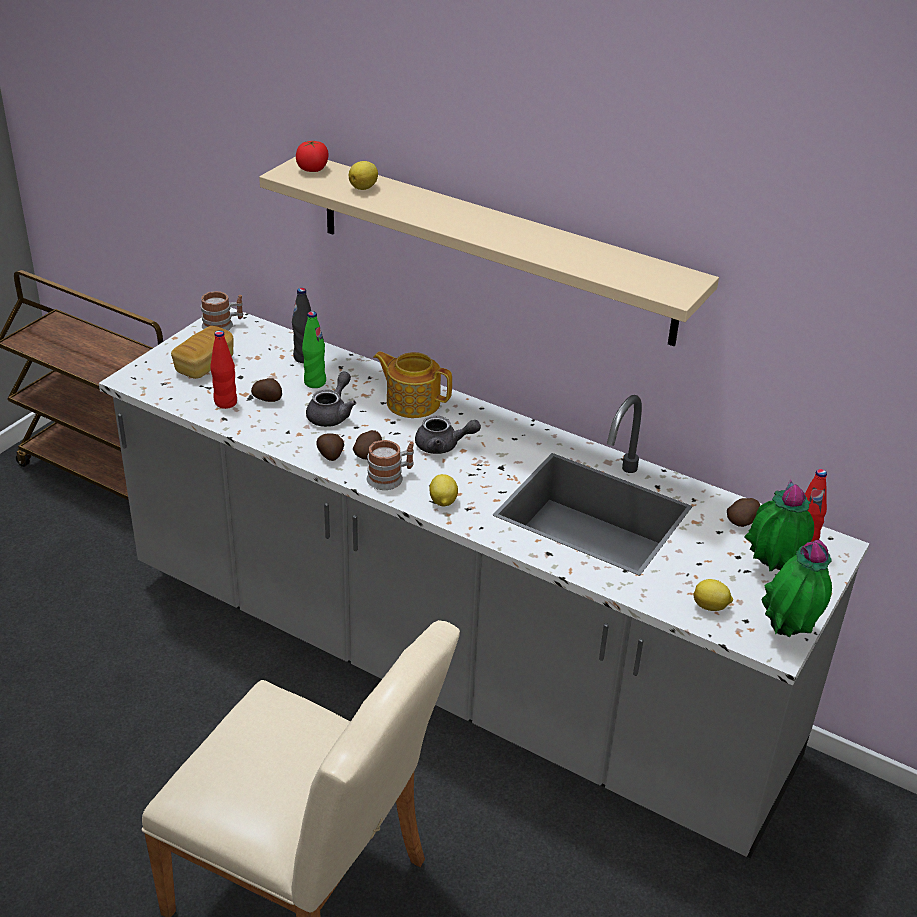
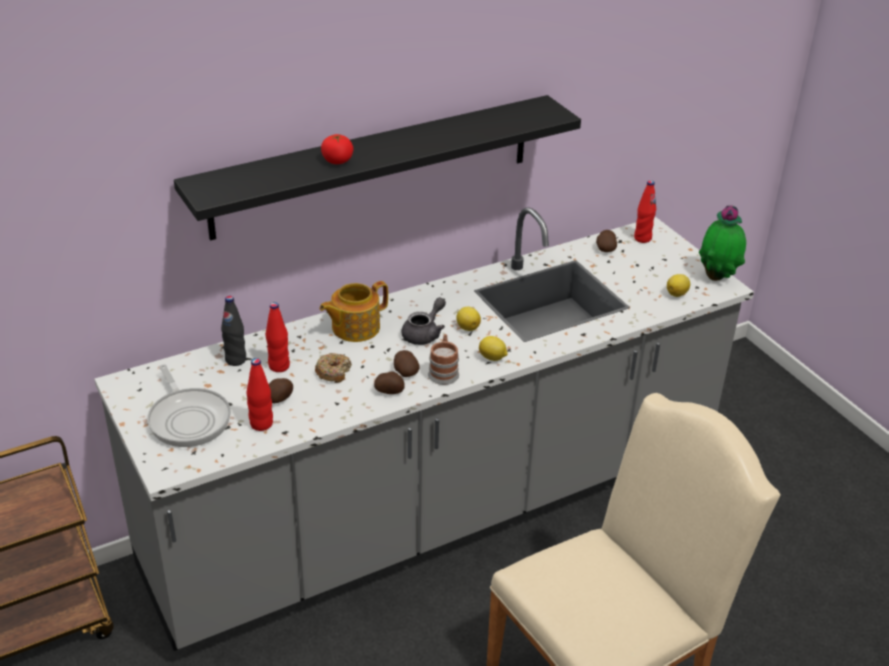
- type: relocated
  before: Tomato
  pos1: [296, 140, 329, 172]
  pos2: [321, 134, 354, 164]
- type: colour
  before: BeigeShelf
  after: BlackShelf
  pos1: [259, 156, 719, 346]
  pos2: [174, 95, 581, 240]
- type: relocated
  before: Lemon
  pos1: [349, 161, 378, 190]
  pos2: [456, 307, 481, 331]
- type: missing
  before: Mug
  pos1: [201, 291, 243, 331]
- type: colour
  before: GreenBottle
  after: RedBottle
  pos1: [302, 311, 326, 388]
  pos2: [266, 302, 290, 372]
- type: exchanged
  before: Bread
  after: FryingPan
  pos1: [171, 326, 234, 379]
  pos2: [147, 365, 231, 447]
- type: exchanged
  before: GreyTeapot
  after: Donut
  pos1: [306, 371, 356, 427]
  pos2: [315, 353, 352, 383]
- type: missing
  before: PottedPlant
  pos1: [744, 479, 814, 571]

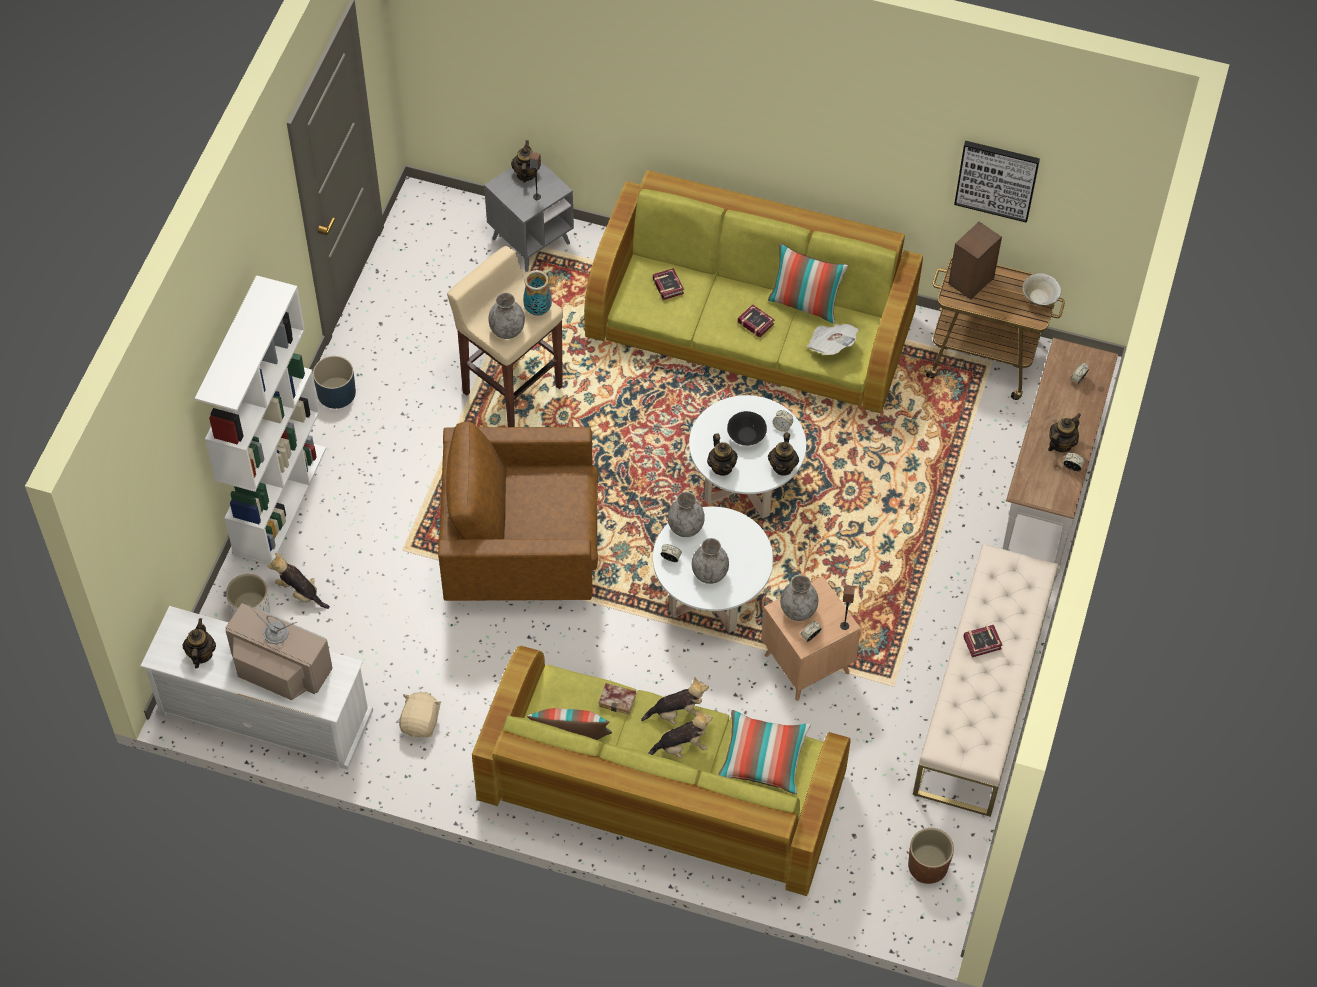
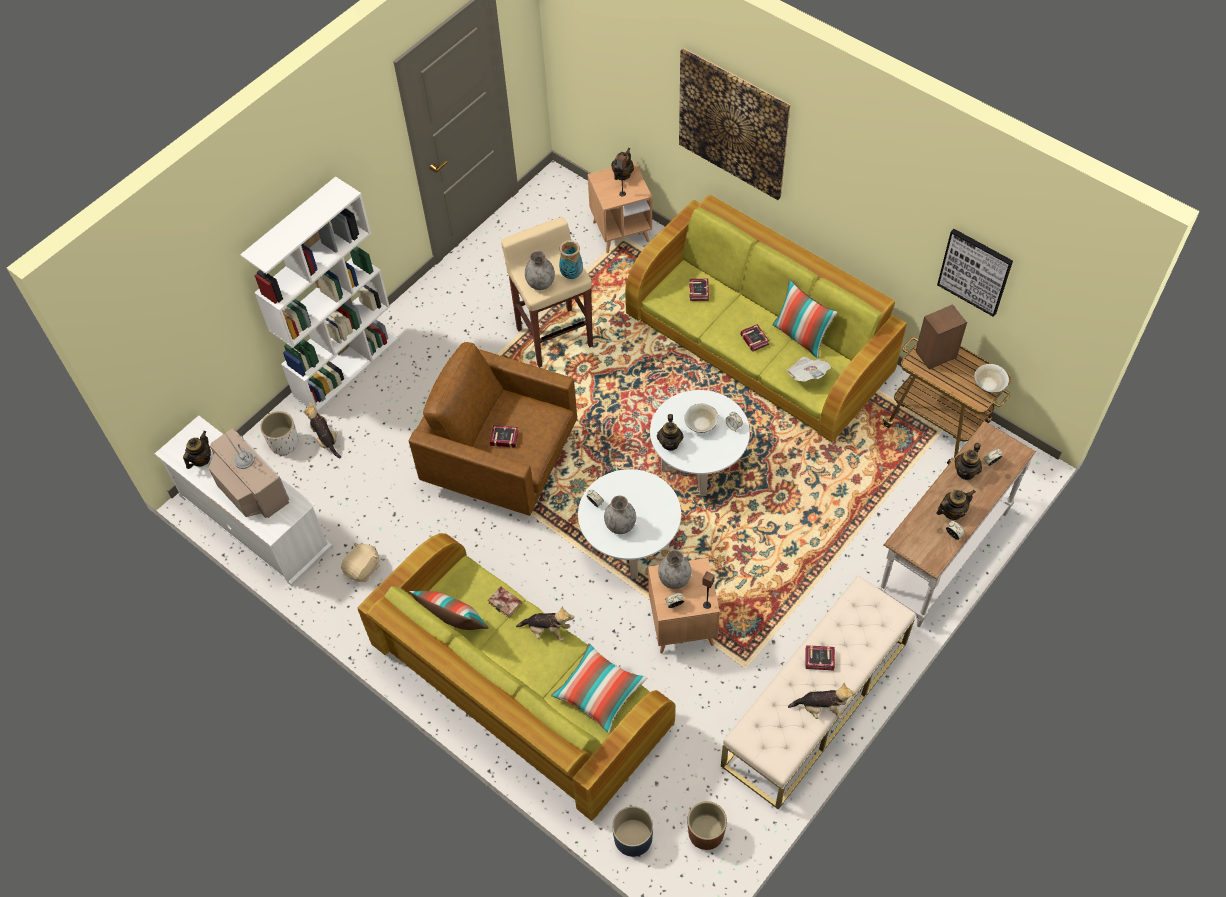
- type: colour
  before: GreySideTable
  after: BrownSideTable
  pos1: [484, 161, 574, 272]
  pos2: [587, 162, 652, 253]
- type: relocated
  before: BluePlanter
  pos1: [313, 356, 356, 409]
  pos2: [612, 807, 653, 857]
- type: colour
  before: BlackBowl
  after: BeigeBowl
  pos1: [727, 411, 767, 446]
  pos2: [684, 404, 718, 433]
- type: relocated
  before: Teapot
  pos1: [768, 432, 799, 476]
  pos2: [955, 443, 982, 480]
- type: missing
  before: GreyVase
  pos1: [668, 492, 705, 537]
- type: relocated
  before: PlushToy
  pos1: [648, 709, 713, 758]
  pos2: [788, 683, 855, 719]
- type: appeared
  after: Picture
  pos2: [679, 48, 790, 200]
- type: appeared
  after: Book
  pos2: [490, 425, 519, 448]

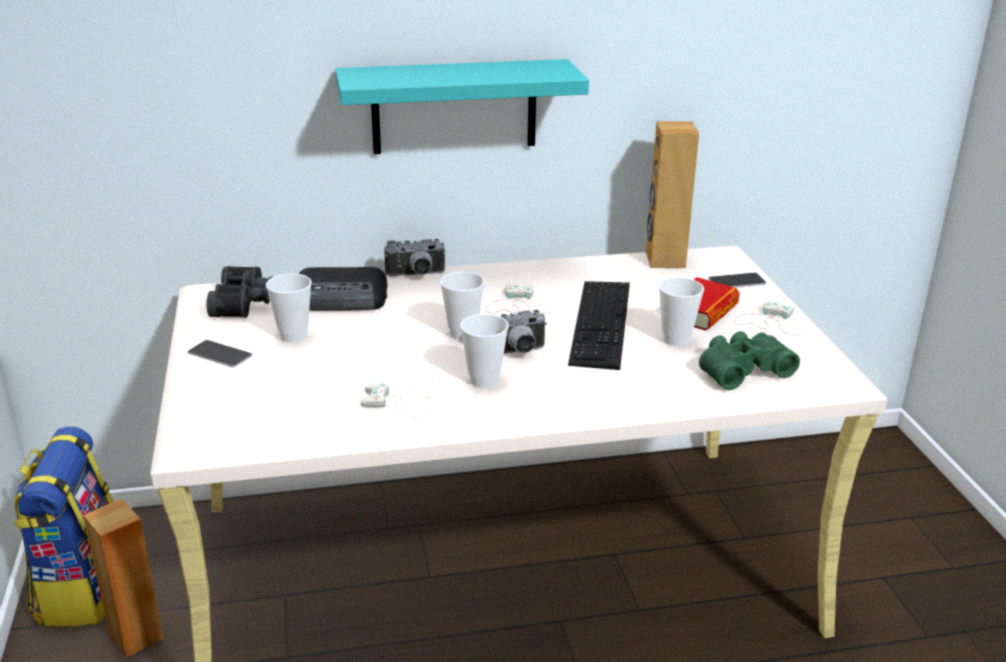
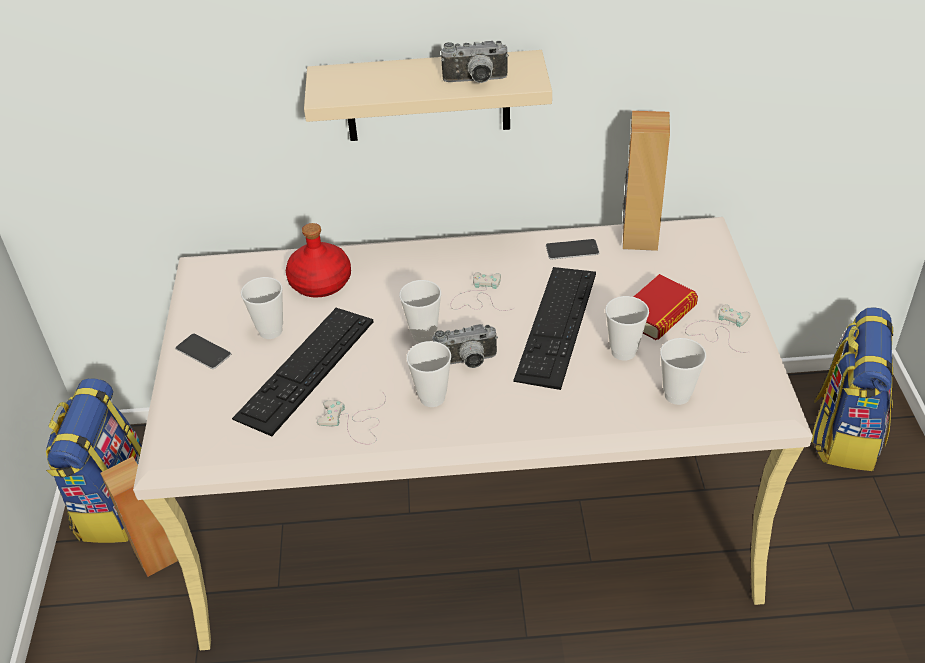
- type: colour
  before: TurquoiseShelf
  after: BeigeShelf
  pos1: [335, 59, 589, 154]
  pos2: [304, 50, 552, 141]
- type: relocated
  before: PhotoCamera
  pos1: [384, 239, 446, 276]
  pos2: [441, 41, 509, 83]
- type: missing
  before: BlackBinoculars
  pos1: [206, 266, 273, 318]
- type: exchanged
  before: Radio
  after: RedBottle
  pos1: [299, 267, 387, 311]
  pos2: [286, 223, 351, 297]
- type: relocated
  before: Phone
  pos1: [708, 273, 767, 287]
  pos2: [546, 239, 599, 259]
- type: exchanged
  before: GreenBinoculars
  after: Cup
  pos1: [699, 331, 800, 390]
  pos2: [660, 338, 706, 405]
- type: appeared
  after: Backpack
  pos2: [811, 307, 893, 471]
- type: appeared
  after: Keyboard
  pos2: [232, 308, 374, 436]

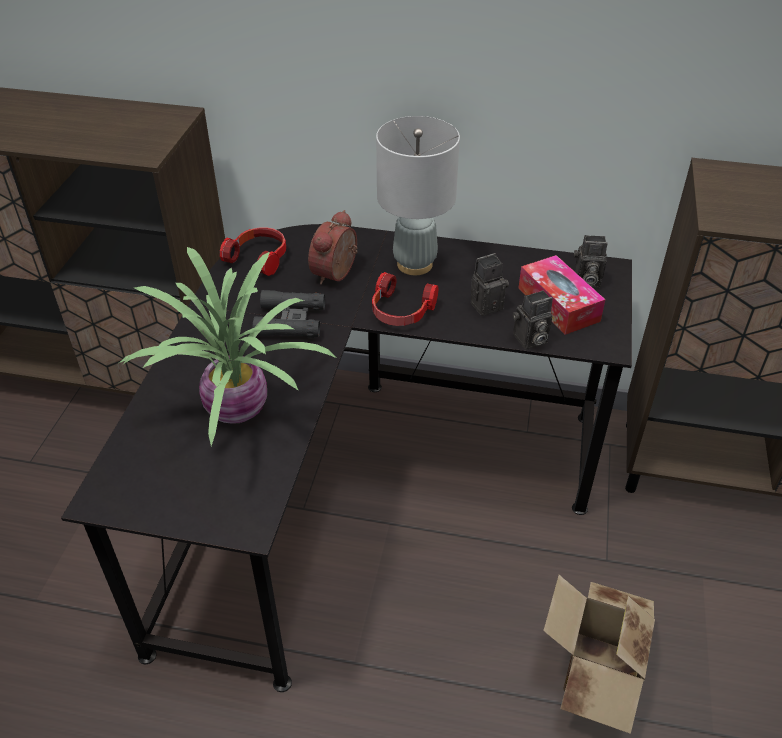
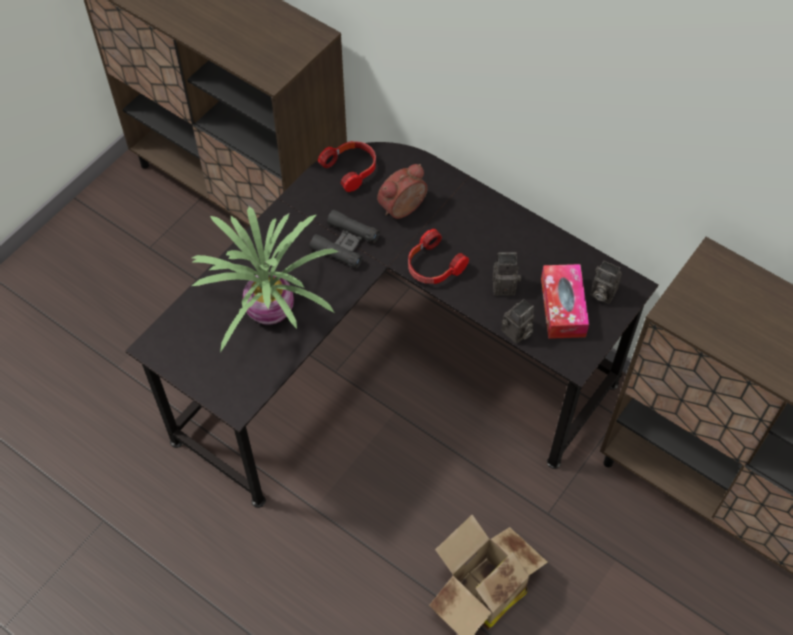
- type: missing
  before: GreyTableLamp
  pos1: [376, 116, 460, 275]
- type: spun
  before: PhotoCamera
  pos1: [513, 290, 553, 349]
  pos2: [502, 299, 534, 344]
  turn: -45

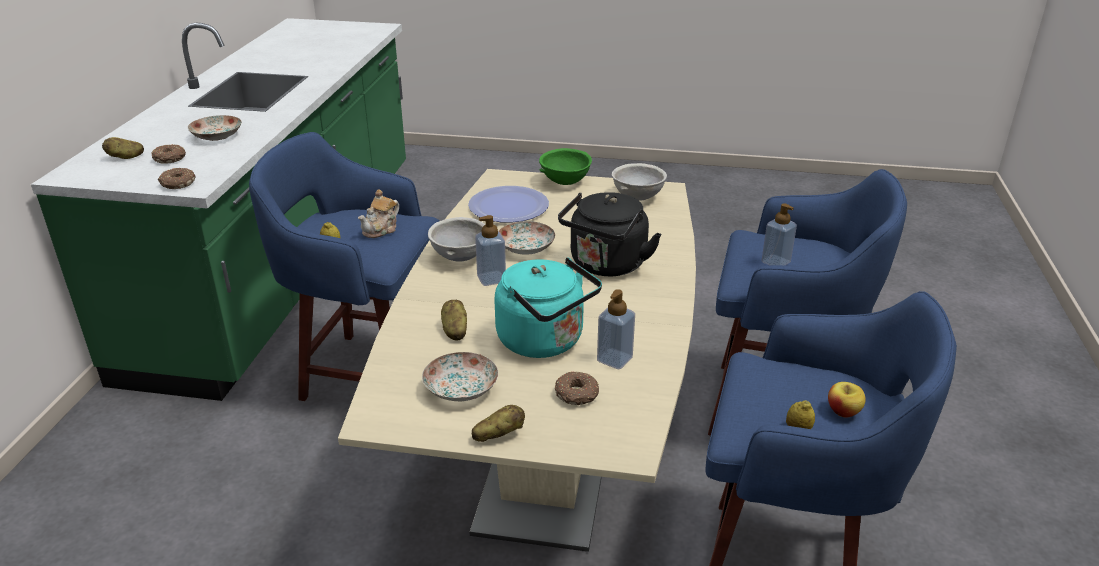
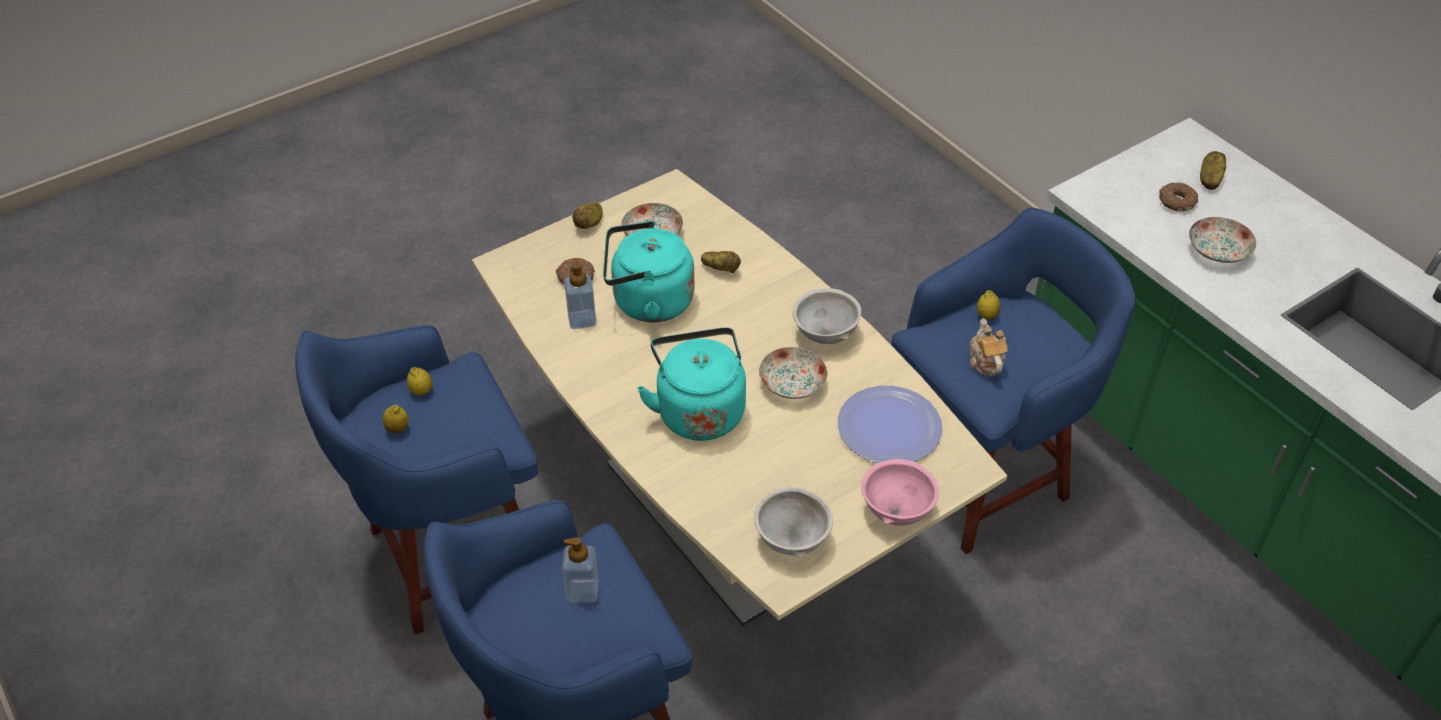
- type: colour
  before: GreenBowl
  after: PinkBowl
  pos1: [539, 148, 592, 185]
  pos2: [861, 459, 939, 526]
- type: missing
  before: Donut
  pos1: [158, 168, 195, 189]
- type: colour
  before: BlackKettle
  after: TurquoiseKettle
  pos1: [558, 192, 662, 276]
  pos2: [637, 327, 746, 441]
- type: missing
  before: SoapDispenser
  pos1: [475, 215, 506, 286]
- type: exchanged
  before: Apple
  after: Lemon
  pos1: [828, 382, 866, 418]
  pos2: [382, 405, 408, 433]

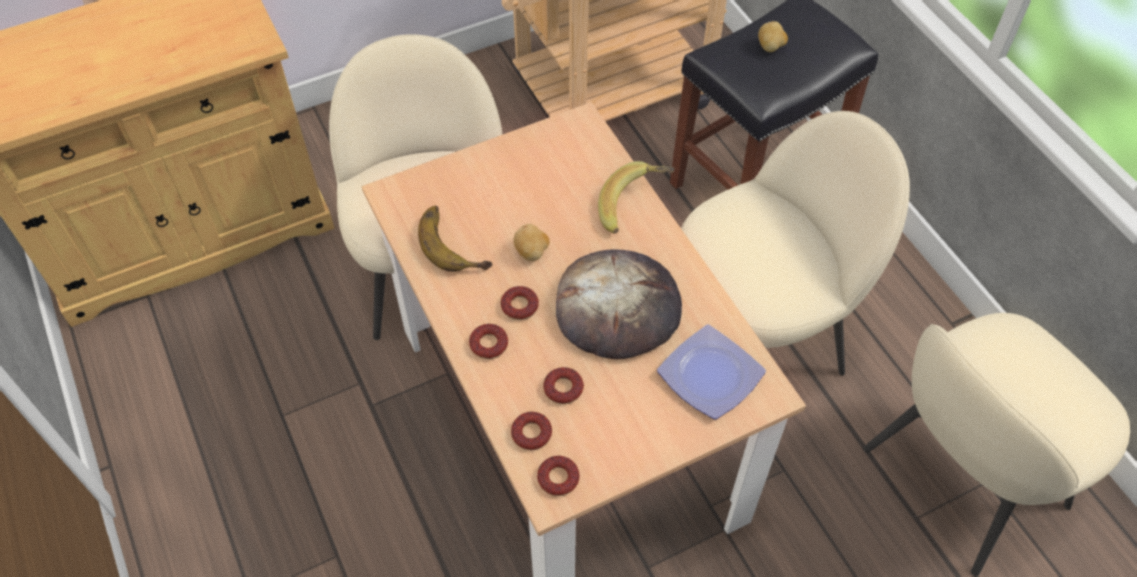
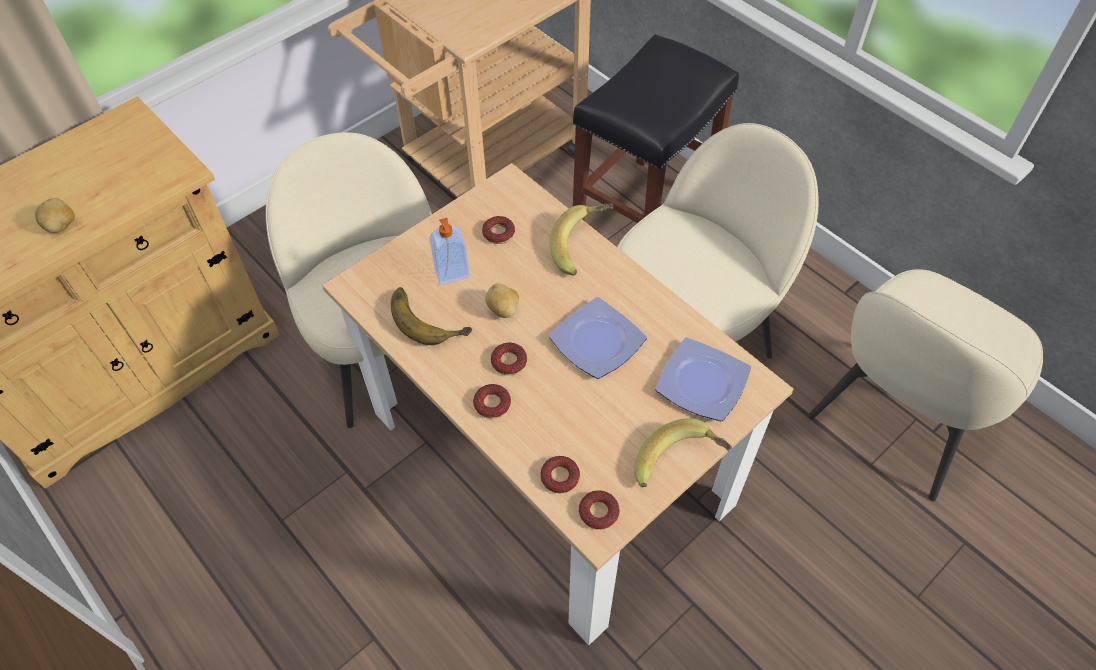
- type: relocated
  before: Potato
  pos1: [758, 21, 788, 52]
  pos2: [35, 198, 75, 233]
- type: exchanged
  before: Bread
  after: Plate
  pos1: [556, 249, 682, 359]
  pos2: [549, 297, 647, 379]
- type: relocated
  before: Donut
  pos1: [543, 367, 584, 404]
  pos2: [482, 216, 515, 244]
- type: appeared
  after: SoapDispenser
  pos2: [430, 218, 470, 285]
- type: appeared
  after: Banana
  pos2: [634, 418, 732, 488]

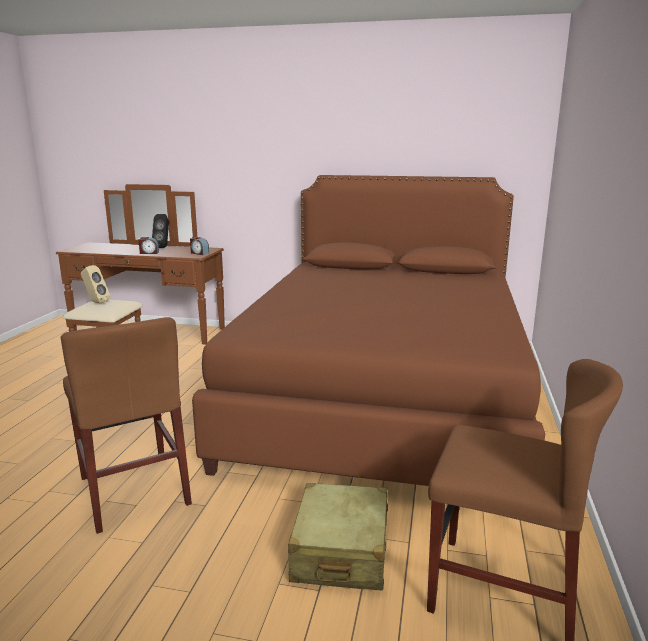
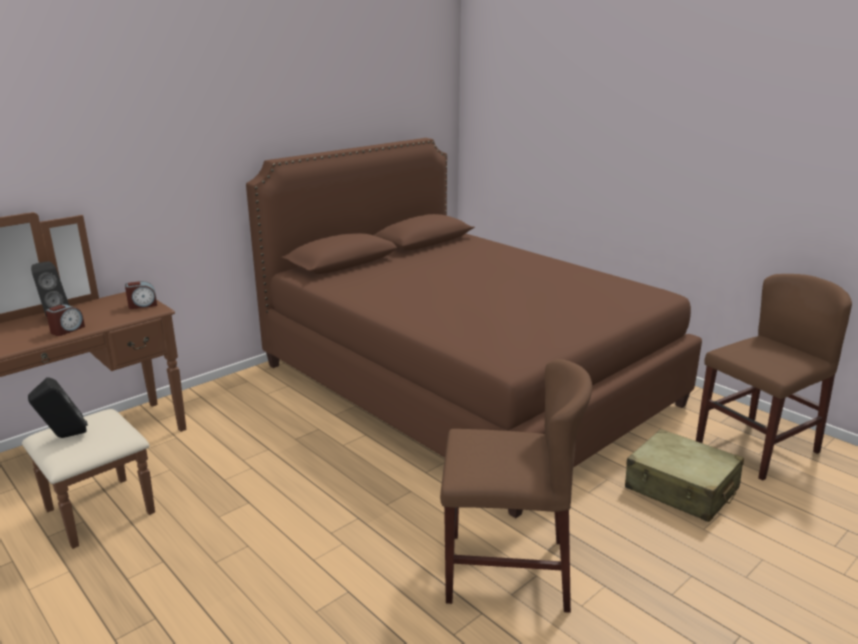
- type: colour
  before: BeigeSpeaker
  after: BlackSpeaker
  pos1: [81, 265, 110, 303]
  pos2: [28, 377, 88, 438]

